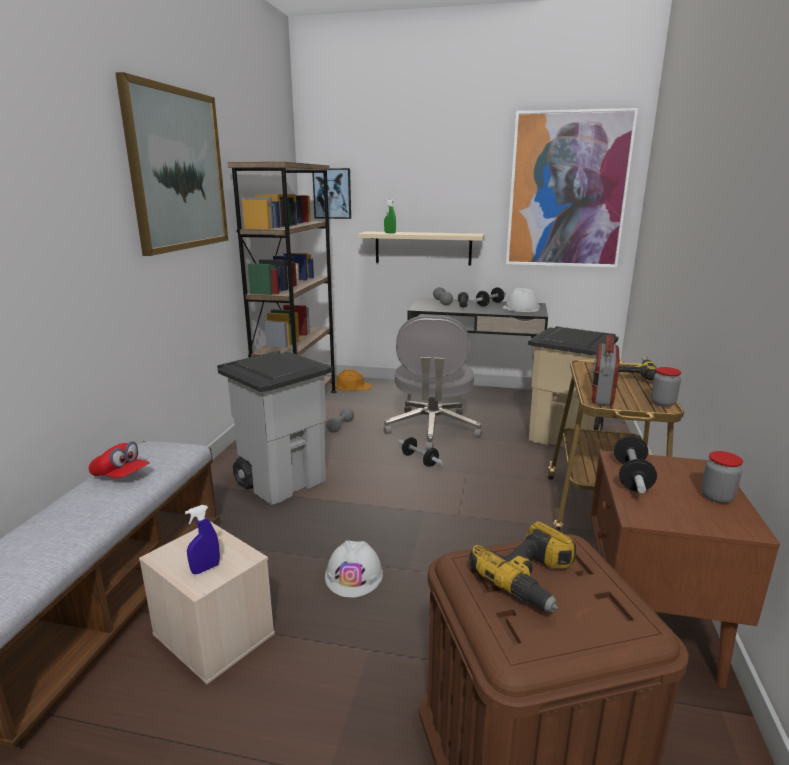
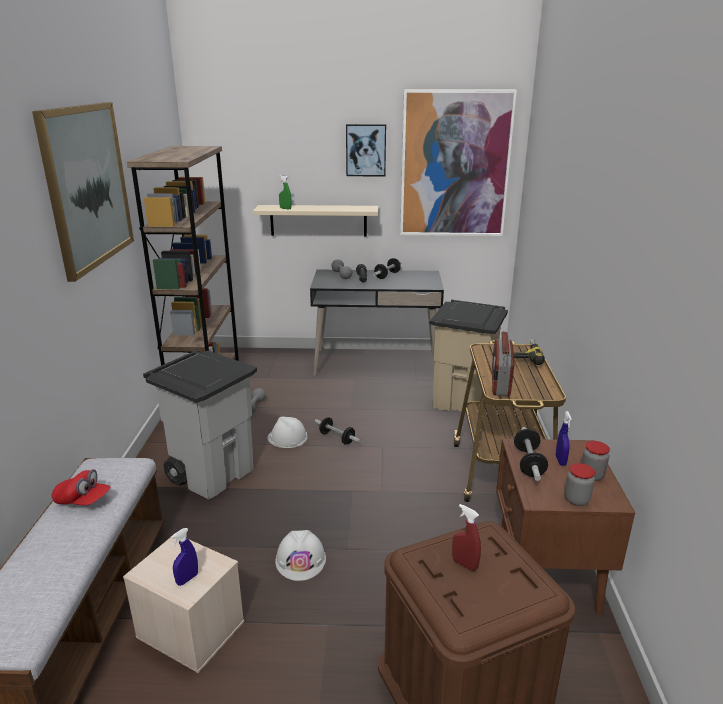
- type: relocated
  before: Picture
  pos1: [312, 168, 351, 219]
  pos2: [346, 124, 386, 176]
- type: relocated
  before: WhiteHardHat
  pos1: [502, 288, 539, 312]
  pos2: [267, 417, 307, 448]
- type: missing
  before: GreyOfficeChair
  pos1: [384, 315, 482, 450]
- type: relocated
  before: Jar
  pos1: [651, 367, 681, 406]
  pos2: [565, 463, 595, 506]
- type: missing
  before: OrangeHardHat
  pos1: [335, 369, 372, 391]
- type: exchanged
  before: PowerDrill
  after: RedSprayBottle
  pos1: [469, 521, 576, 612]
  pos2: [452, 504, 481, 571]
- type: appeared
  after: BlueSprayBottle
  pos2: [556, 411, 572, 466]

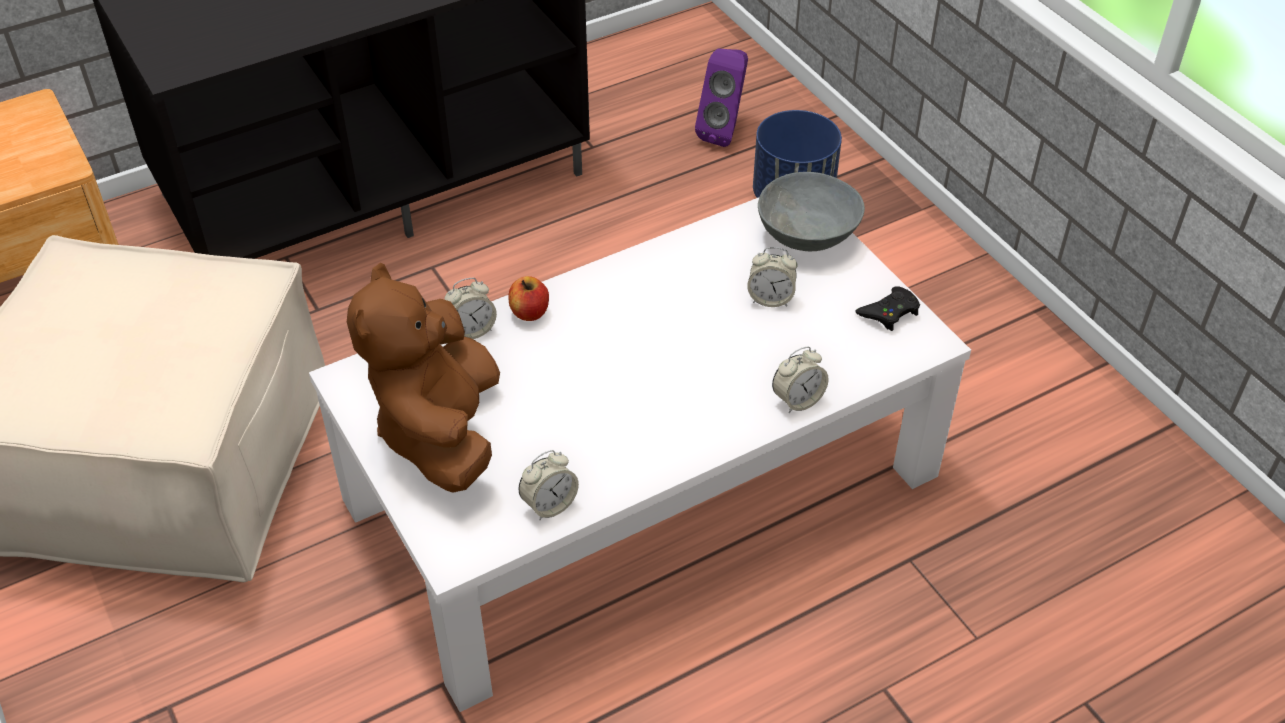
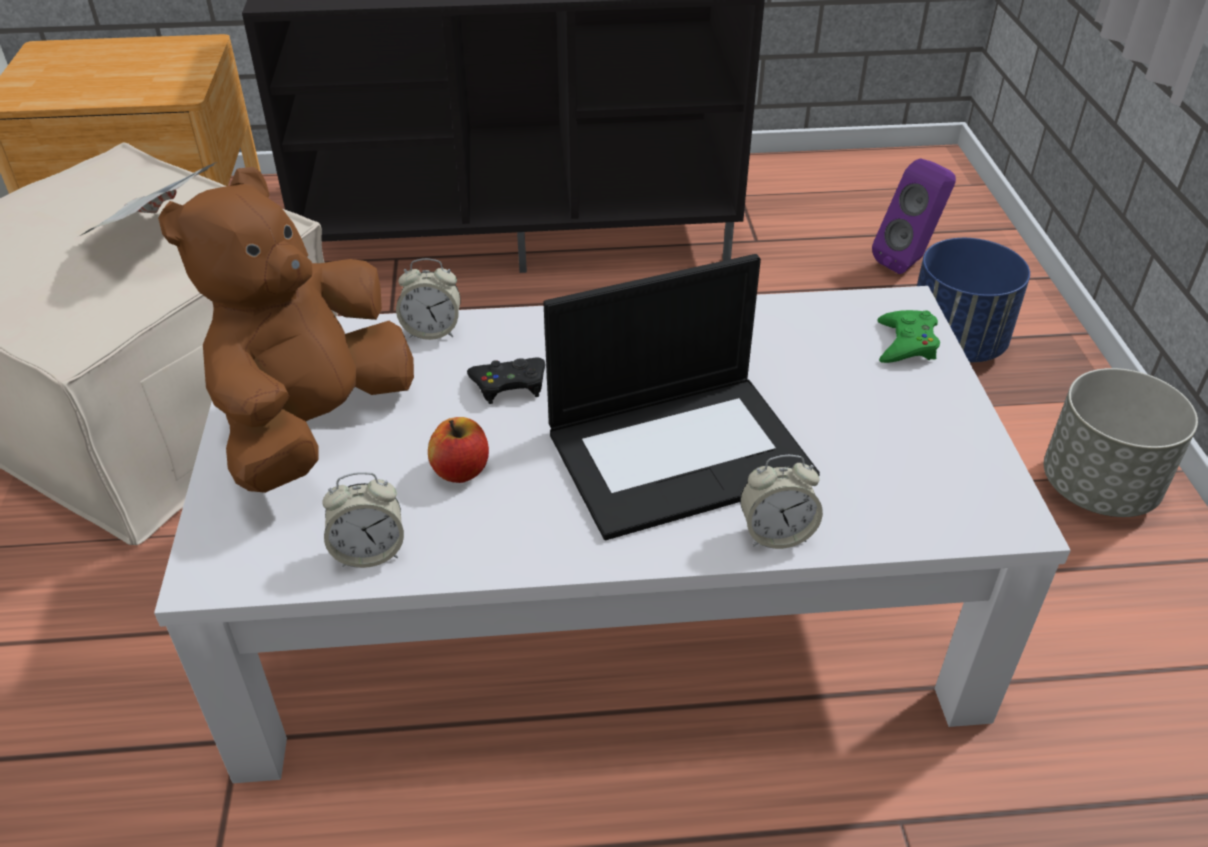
- type: exchanged
  before: GreyBowl
  after: GreenGameController
  pos1: [758, 172, 865, 251]
  pos2: [877, 310, 940, 363]
- type: missing
  before: AlarmClock
  pos1: [747, 247, 797, 307]
- type: relocated
  before: Apple
  pos1: [509, 276, 549, 321]
  pos2: [428, 417, 489, 483]
- type: relocated
  before: BlackGameController
  pos1: [855, 286, 920, 331]
  pos2: [467, 357, 545, 404]
- type: appeared
  after: Newspaper
  pos2: [80, 162, 217, 236]
- type: appeared
  after: Laptop
  pos2: [543, 254, 820, 540]
- type: appeared
  after: GreyPlanter
  pos2: [1044, 368, 1198, 517]

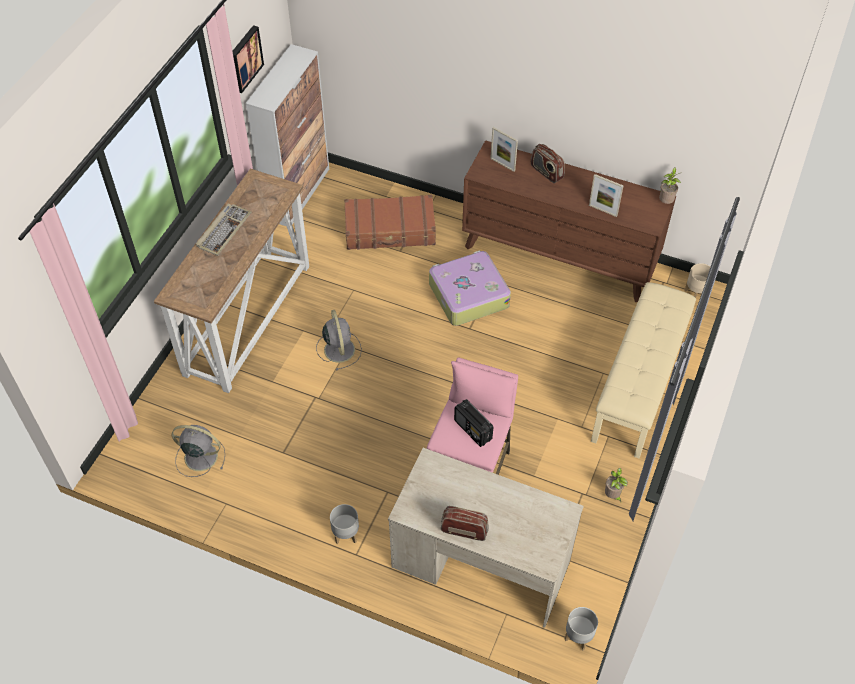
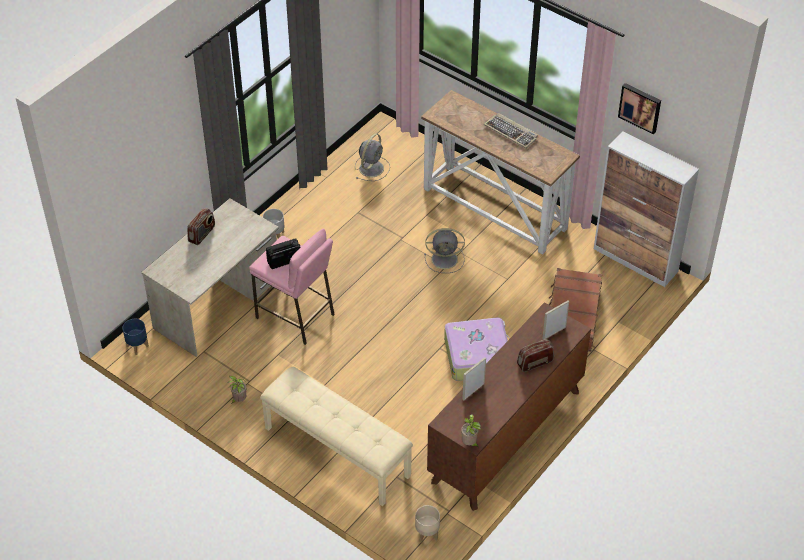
- type: colour
  before: GreyPlanter
  after: BluePlanter
  pos1: [565, 607, 598, 651]
  pos2: [122, 319, 149, 355]

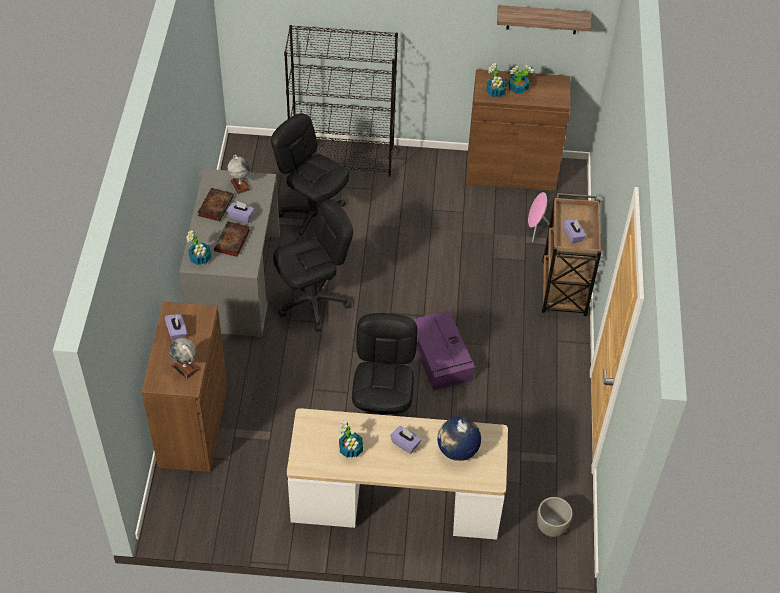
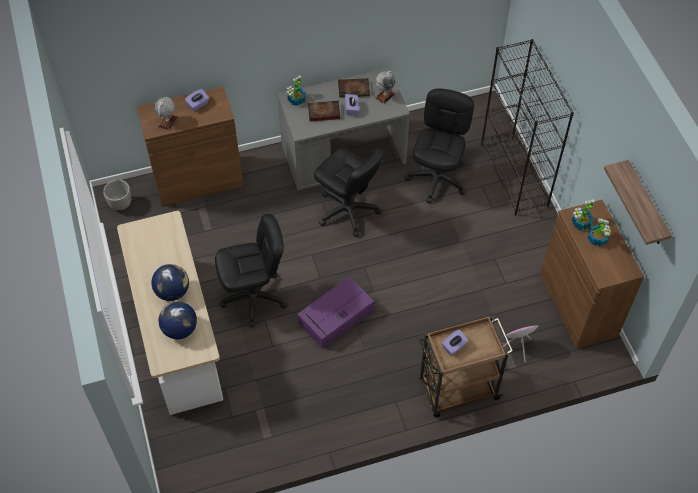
- type: missing
  before: PottedPlant
  pos1: [339, 420, 363, 458]
- type: exchanged
  before: PurpleTissueBox
  after: Globe
  pos1: [390, 426, 422, 454]
  pos2: [151, 264, 189, 301]
- type: relocated
  before: GreyPlanter
  pos1: [537, 497, 573, 537]
  pos2: [103, 180, 131, 210]

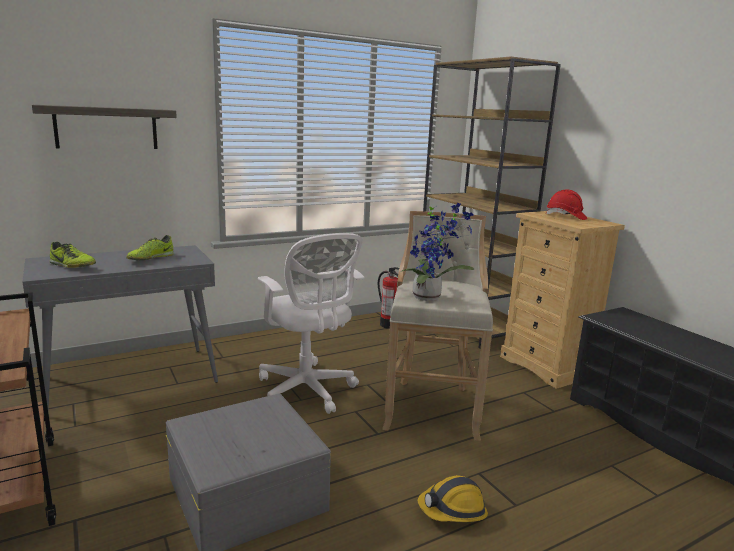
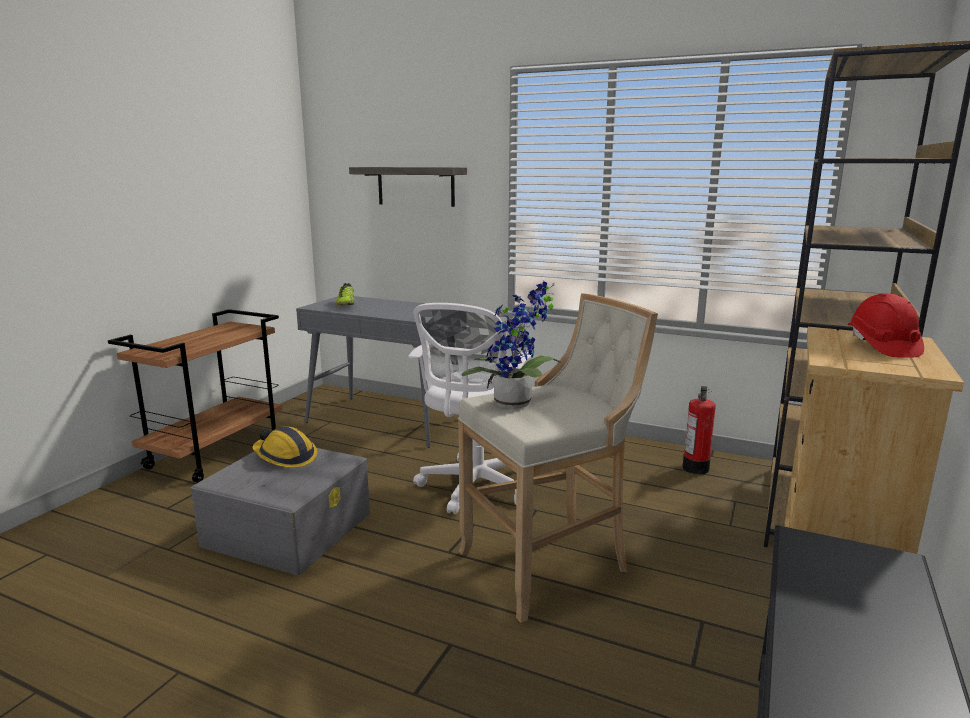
- type: missing
  before: Shoe
  pos1: [126, 235, 174, 260]
- type: relocated
  before: HardHat
  pos1: [418, 475, 488, 522]
  pos2: [252, 426, 317, 468]

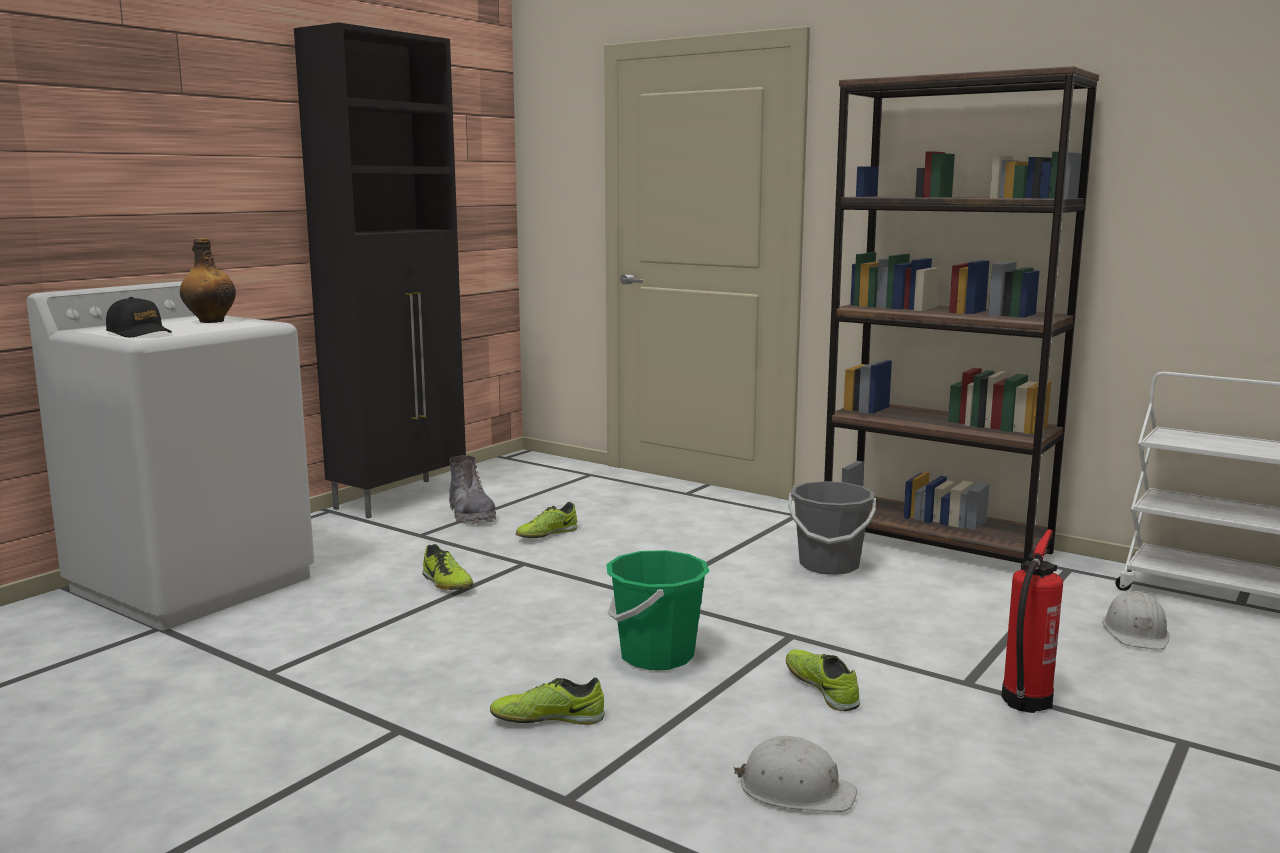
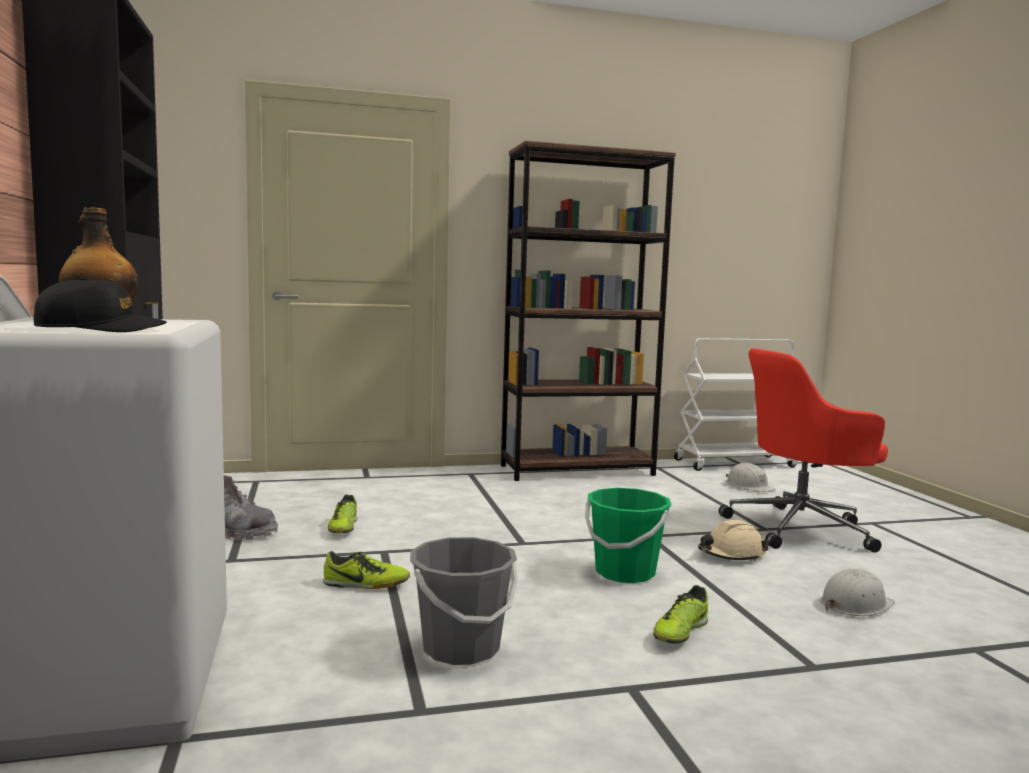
- type: relocated
  before: GreyBucket
  pos1: [788, 481, 876, 575]
  pos2: [410, 537, 518, 665]
- type: exchanged
  before: FireExtinguisher
  after: RedOfficeChair
  pos1: [1002, 529, 1063, 713]
  pos2: [719, 348, 888, 553]
- type: exchanged
  before: Shoe
  after: BeigeHardHat
  pos1: [786, 649, 860, 711]
  pos2: [698, 520, 768, 562]

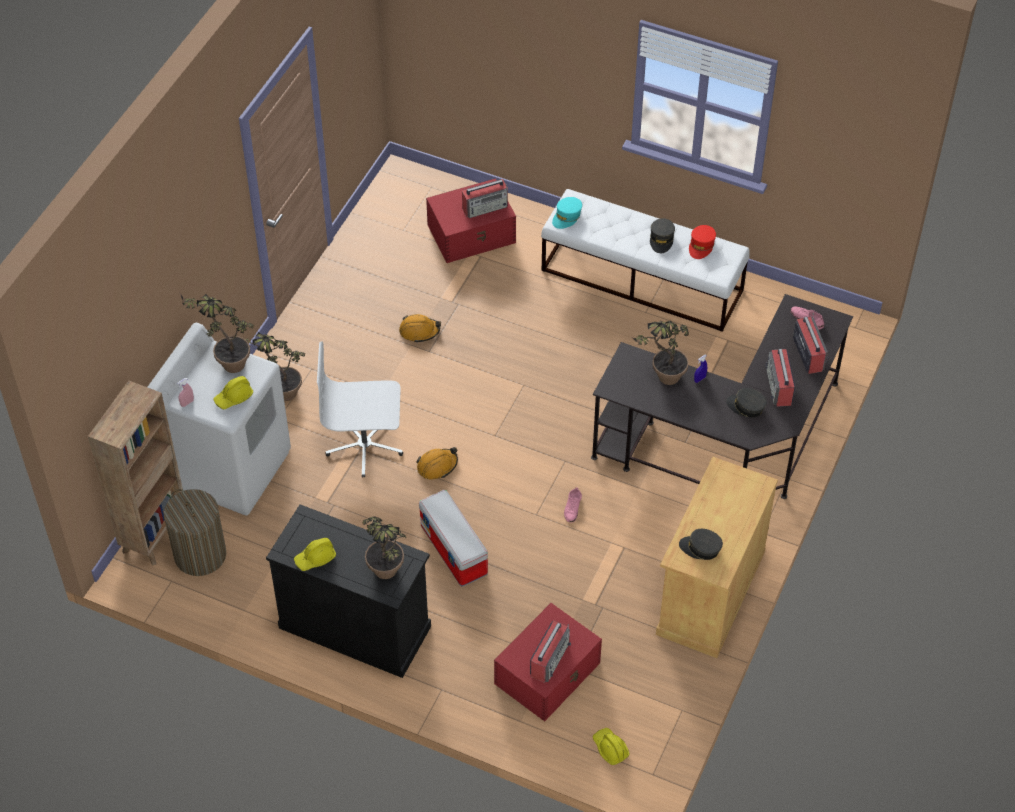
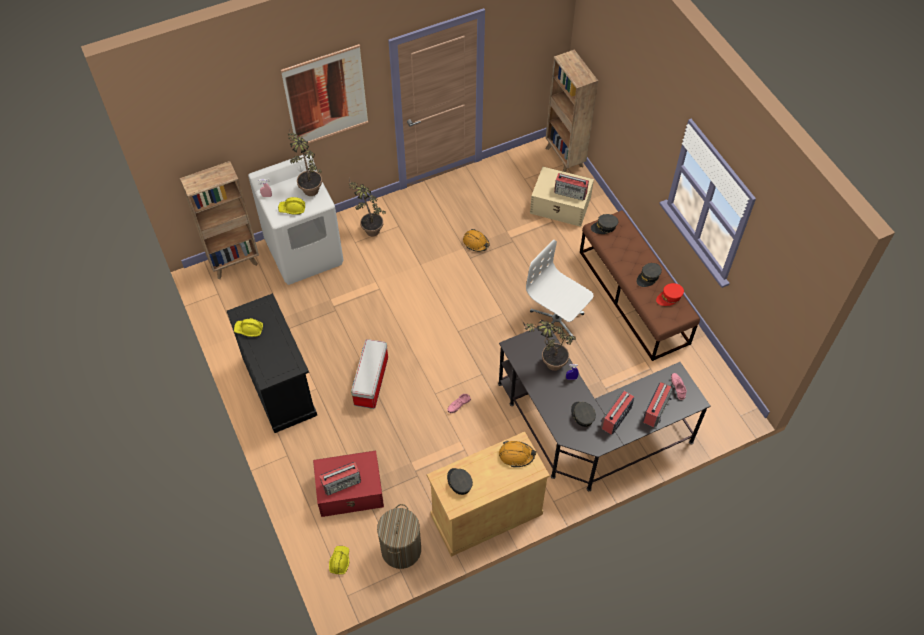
- type: colour
  before: RedStorageBox
  after: BeigeStorageBox
  pos1: [426, 178, 516, 263]
  pos2: [530, 167, 594, 227]
- type: colour
  before: WhiteBench
  after: BrownBench
  pos1: [541, 189, 750, 332]
  pos2: [580, 210, 700, 361]
- type: colour
  before: TurquoiseCap
  after: GreyCap
  pos1: [552, 197, 582, 229]
  pos2: [591, 214, 618, 234]
- type: relocated
  before: WhiteOfficeChair
  pos1: [317, 341, 403, 478]
  pos2: [526, 240, 594, 340]
- type: relocated
  before: OrangeHardHat
  pos1: [416, 447, 458, 479]
  pos2: [499, 441, 536, 467]
- type: relocated
  before: LaundryBasket
  pos1: [164, 489, 226, 576]
  pos2: [377, 504, 421, 569]
- type: missing
  before: PottedPlant
  pos1: [362, 517, 406, 579]
- type: appeared
  after: Picture
  pos2: [281, 44, 368, 146]
- type: appeared
  after: BrownBookcase
  pos2: [546, 50, 598, 172]

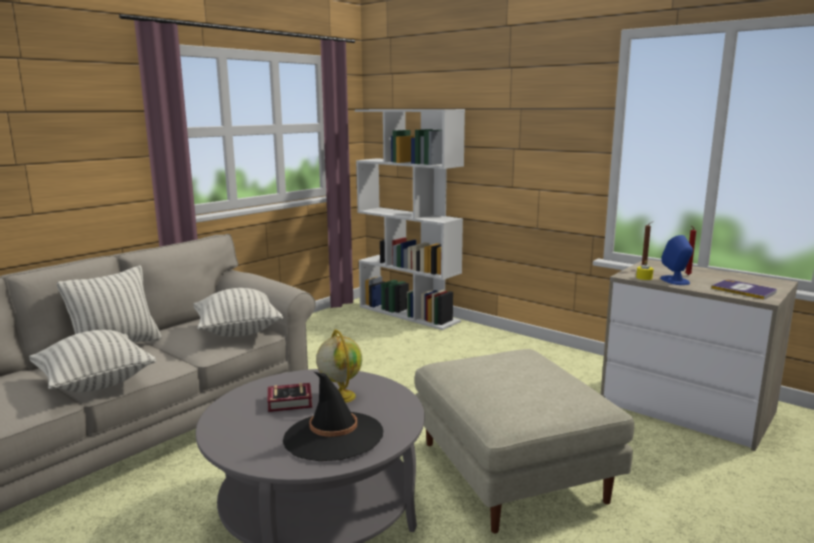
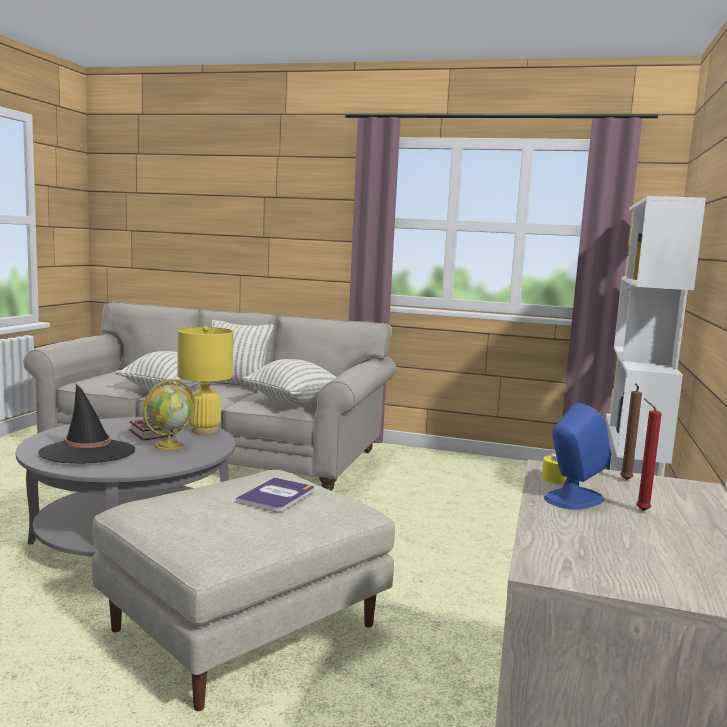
- type: relocated
  before: Book
  pos1: [711, 280, 777, 299]
  pos2: [236, 477, 314, 512]
- type: appeared
  after: YellowTableLamp
  pos2: [178, 326, 233, 435]

